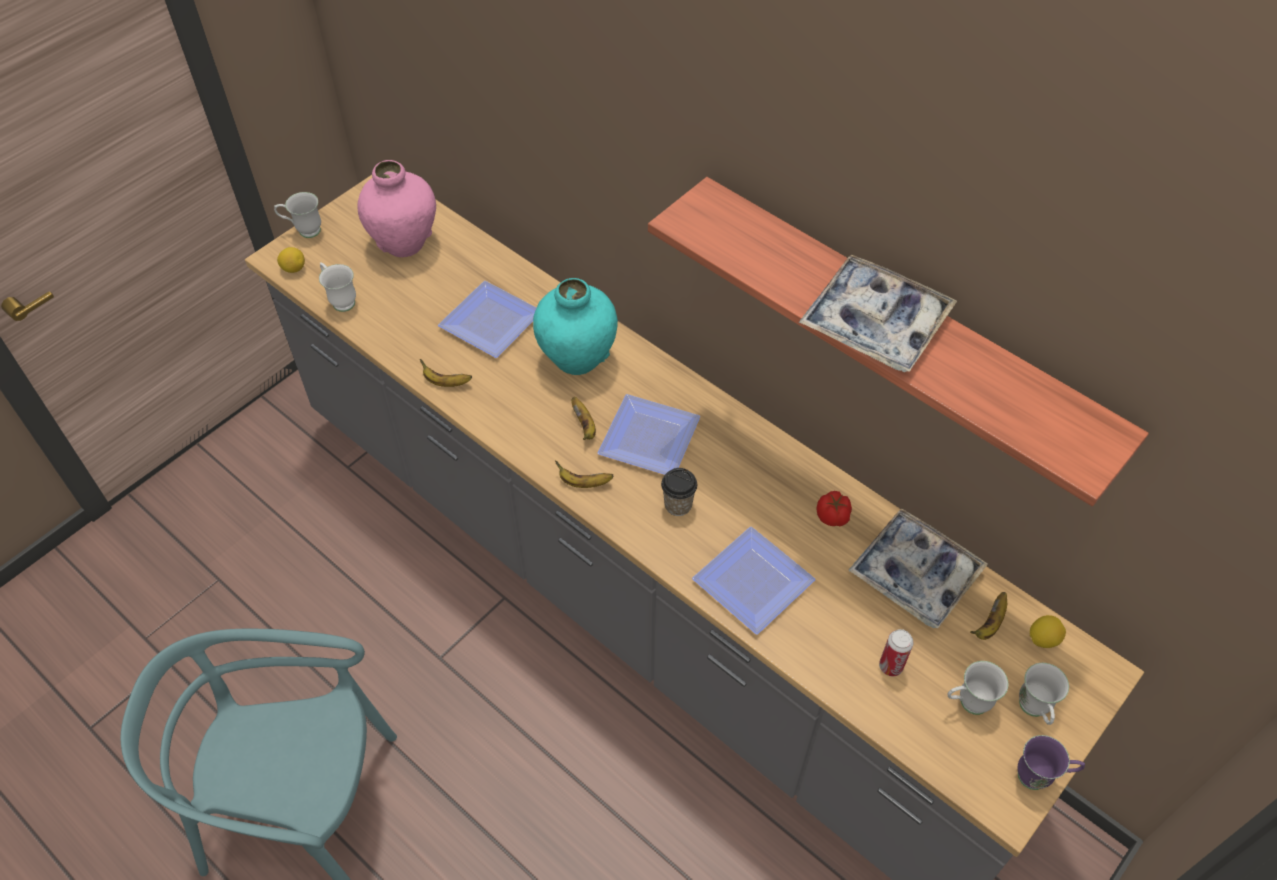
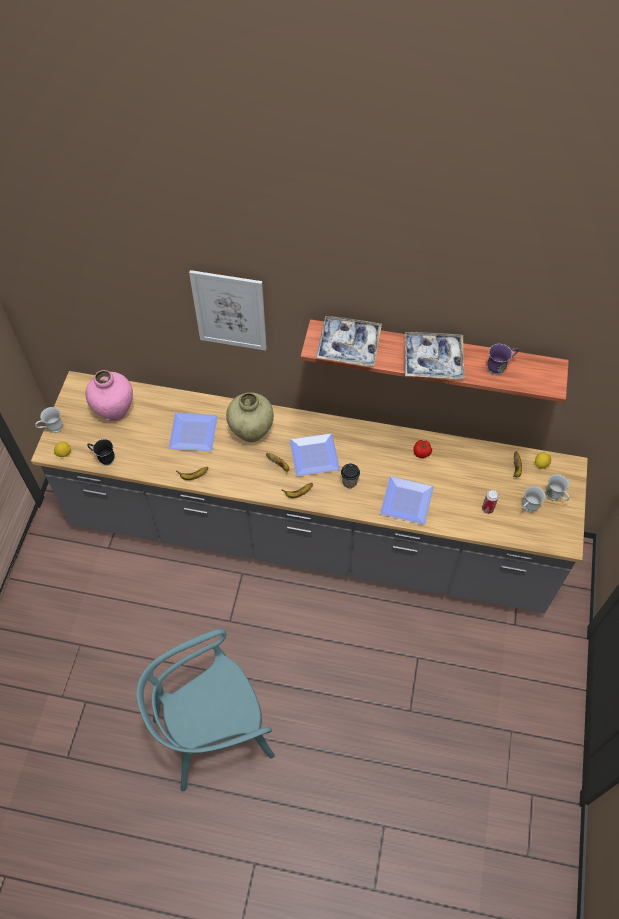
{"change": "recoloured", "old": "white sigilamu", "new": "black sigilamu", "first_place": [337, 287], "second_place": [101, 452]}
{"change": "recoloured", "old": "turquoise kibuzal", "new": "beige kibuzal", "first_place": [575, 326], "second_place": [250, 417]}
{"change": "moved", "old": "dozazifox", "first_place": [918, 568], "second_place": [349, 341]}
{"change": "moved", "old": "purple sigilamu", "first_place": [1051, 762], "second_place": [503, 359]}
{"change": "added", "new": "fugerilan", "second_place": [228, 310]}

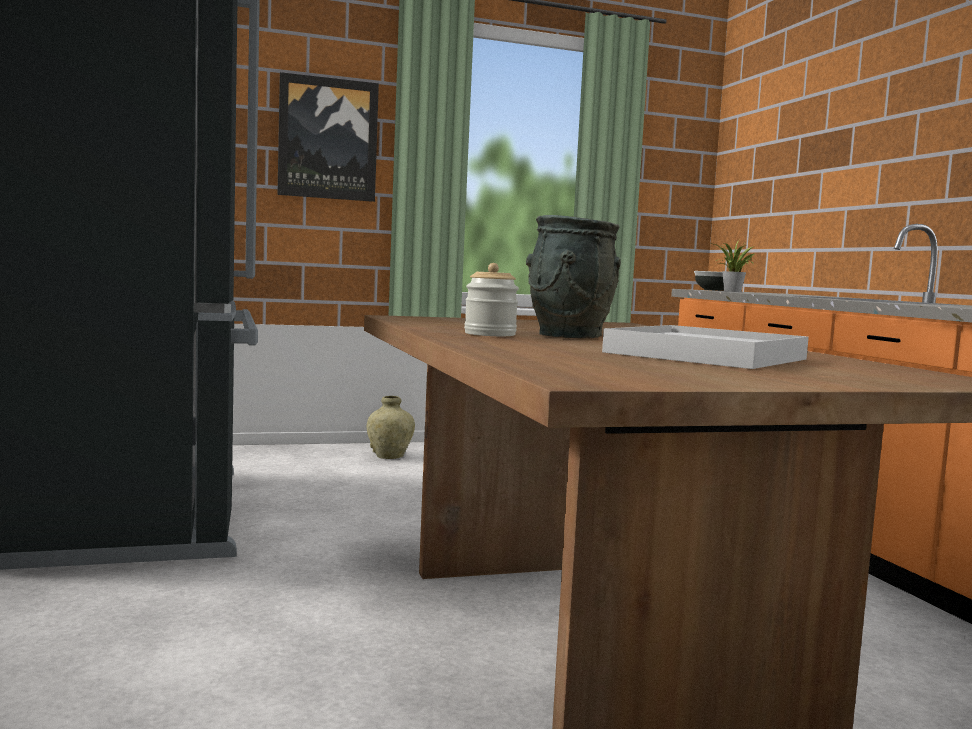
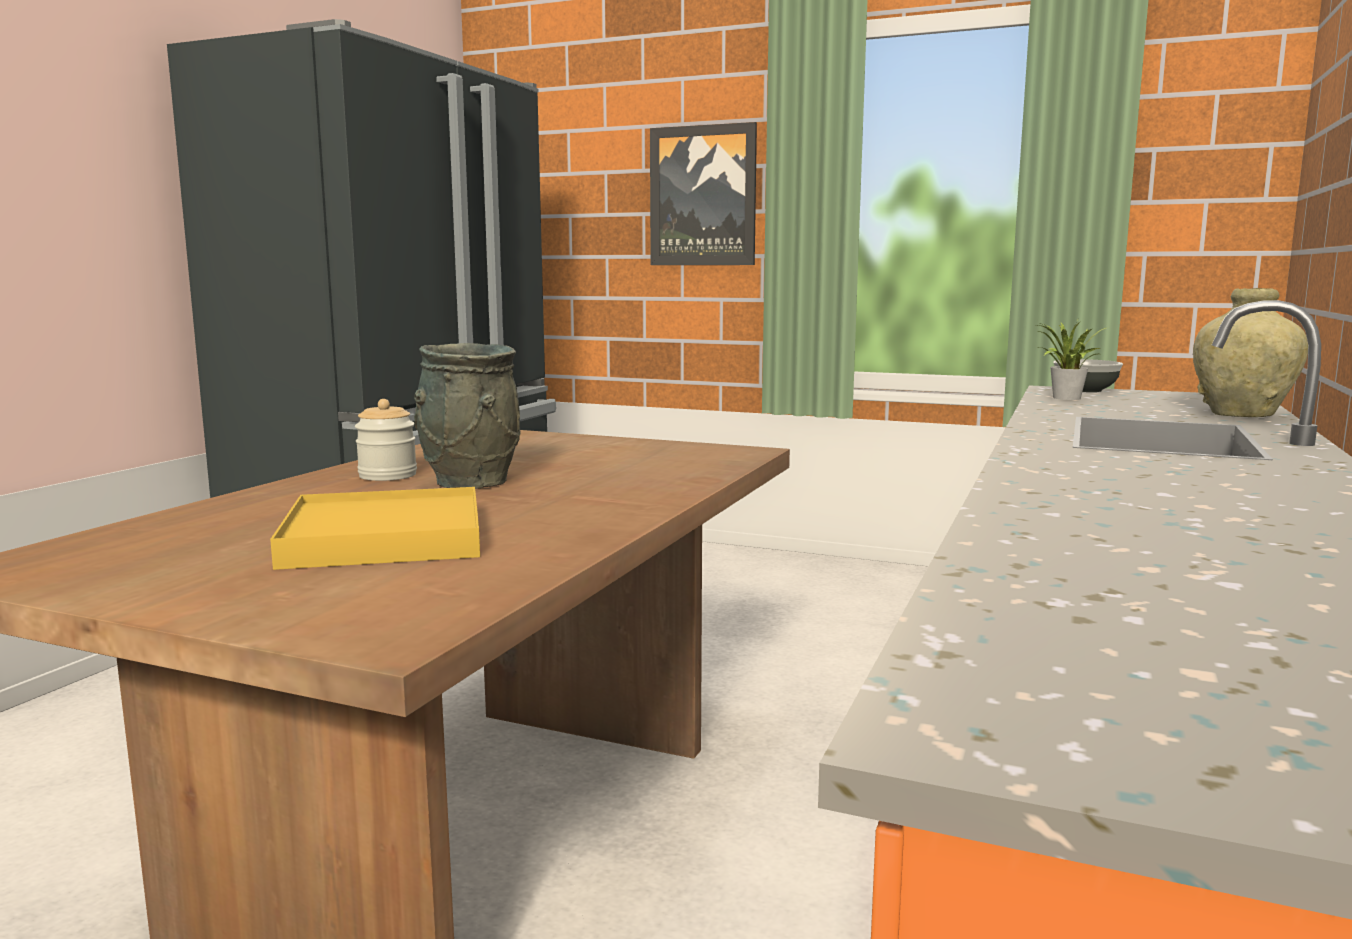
{"change": "moved", "old": "beige kibuzal", "first_place": [391, 427], "second_place": [1250, 352]}
{"change": "recoloured", "old": "white dozazifox", "new": "yellow dozazifox", "first_place": [705, 347], "second_place": [375, 528]}

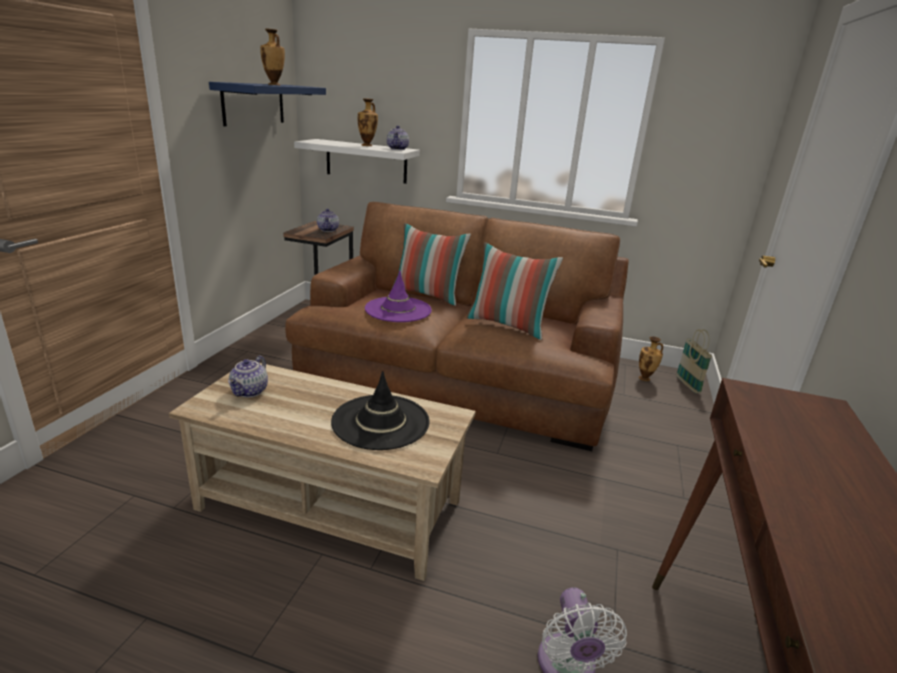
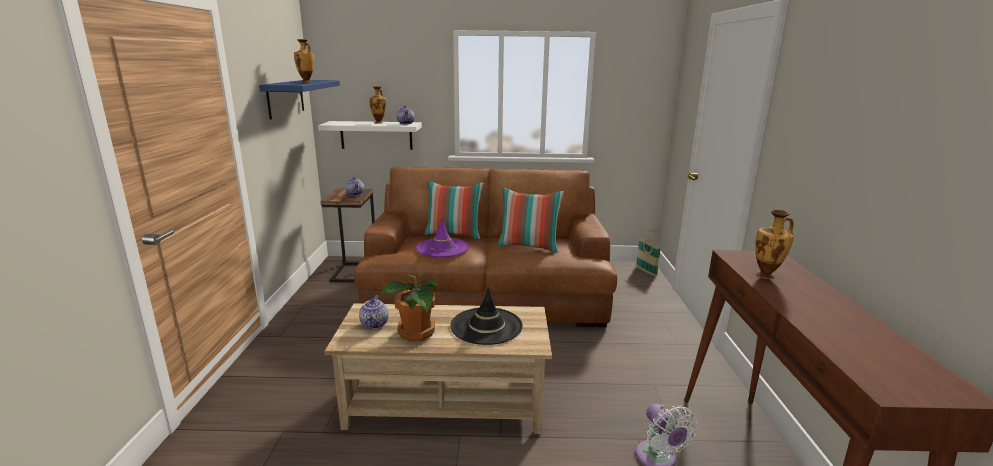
{"change": "moved", "old": "kibuzal", "first_place": [651, 358], "second_place": [774, 244]}
{"change": "added", "new": "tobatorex", "second_place": [410, 307]}

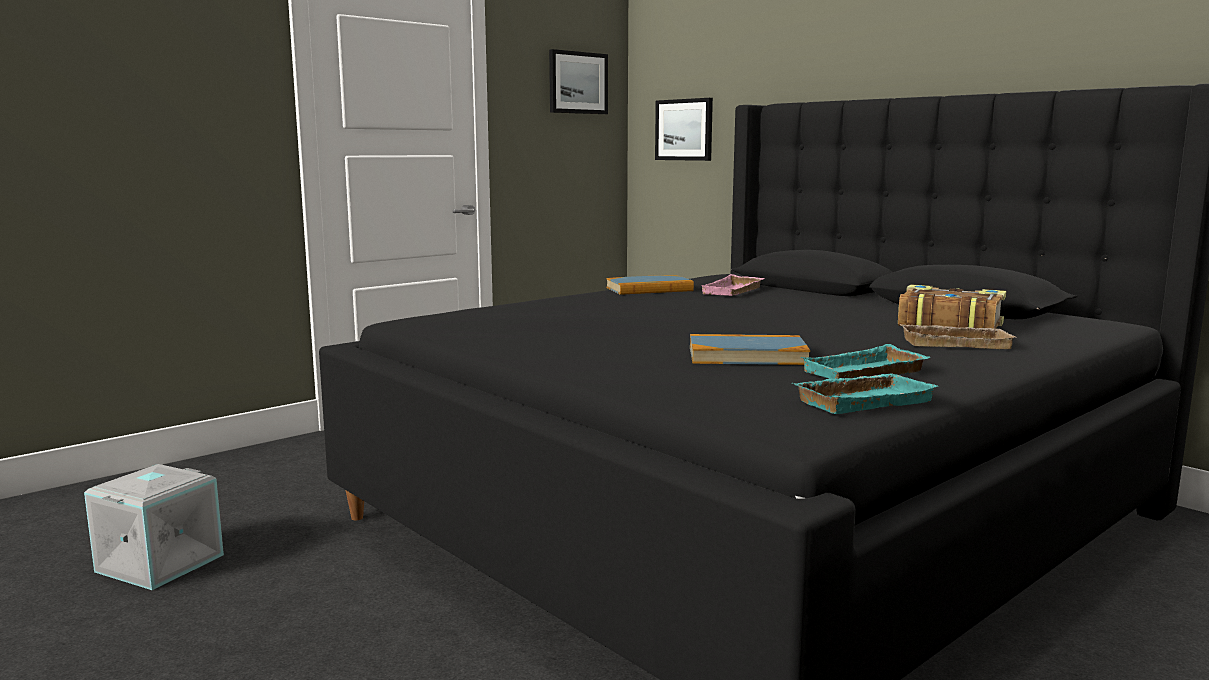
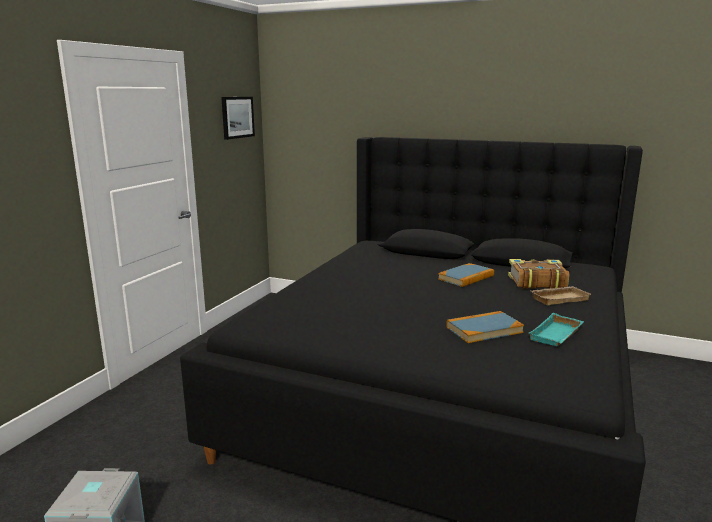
{"change": "moved", "old": "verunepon", "first_place": [650, 285], "second_place": [466, 275]}
{"change": "removed", "old": "fugerilan", "first_place": [684, 129]}
{"change": "removed", "old": "pink dozazifox", "first_place": [733, 285]}
{"change": "removed", "old": "turquoise dozazifox", "first_place": [865, 394]}

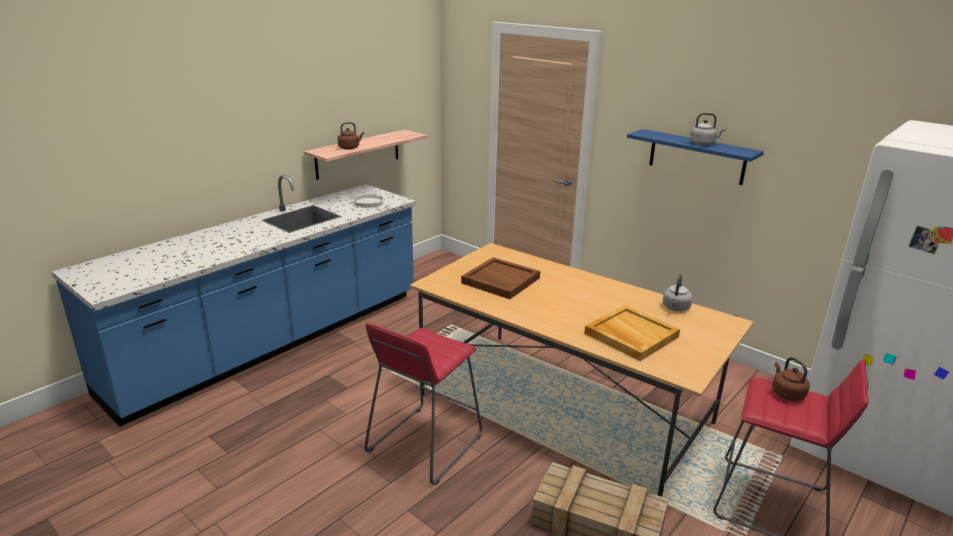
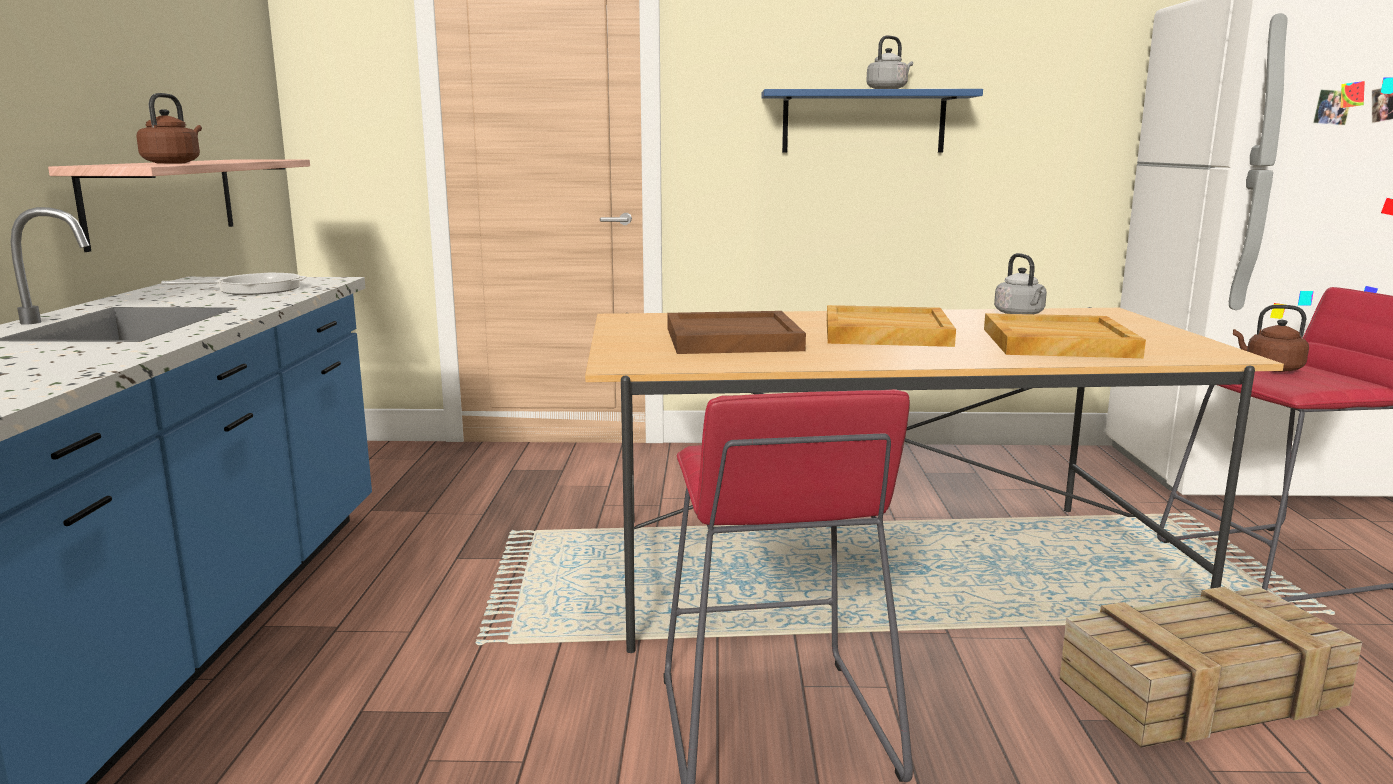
{"change": "added", "new": "beige dozazifox", "second_place": [891, 326]}

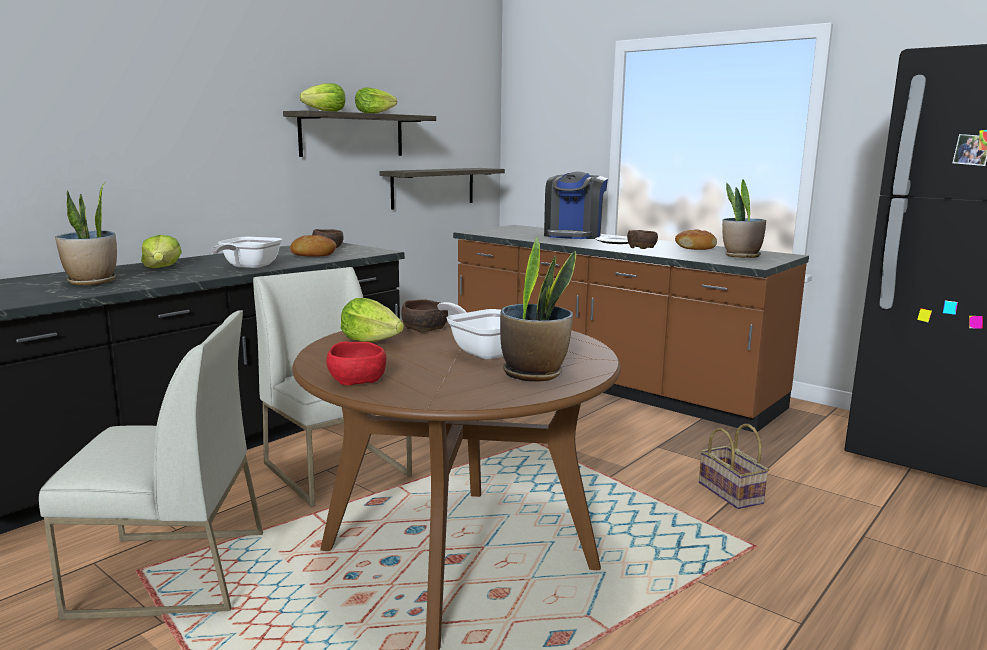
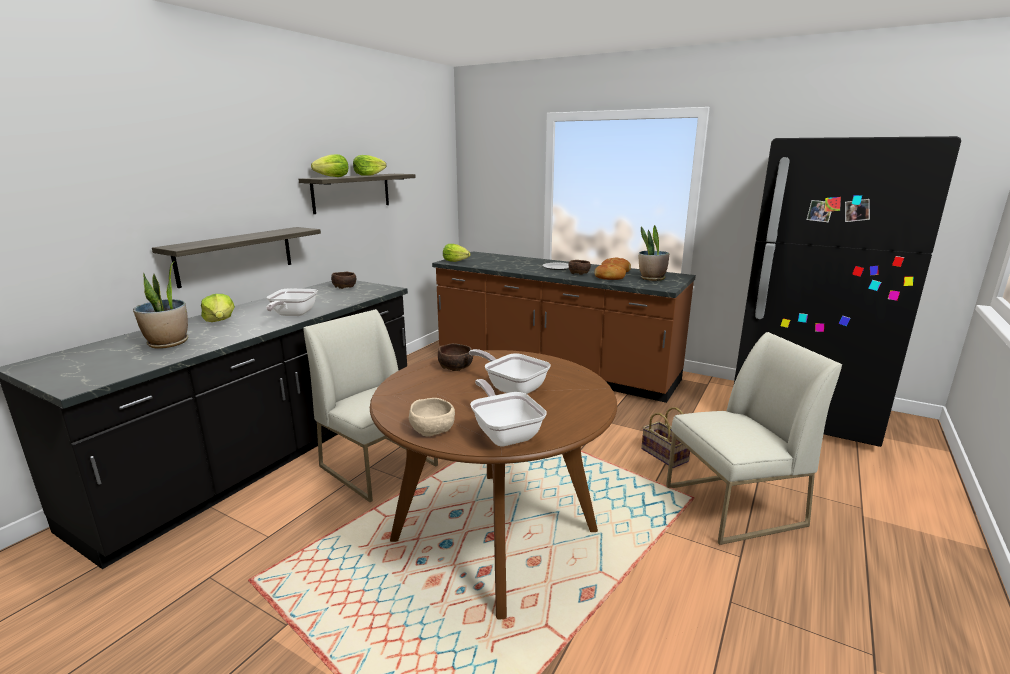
{"change": "moved", "old": "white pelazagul", "first_place": [151, 465], "second_place": [754, 438]}
{"change": "moved", "old": "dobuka", "first_place": [313, 246], "second_place": [610, 272]}
{"change": "recoloured", "old": "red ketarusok", "new": "beige ketarusok", "first_place": [356, 363], "second_place": [432, 417]}
{"change": "moved", "old": "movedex", "first_place": [372, 320], "second_place": [457, 253]}
{"change": "moved", "old": "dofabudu", "first_place": [442, 189], "second_place": [236, 257]}
{"change": "removed", "old": "tobatorex", "first_place": [538, 309]}
{"change": "removed", "old": "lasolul", "first_place": [576, 205]}
{"change": "added", "new": "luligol", "second_place": [508, 412]}

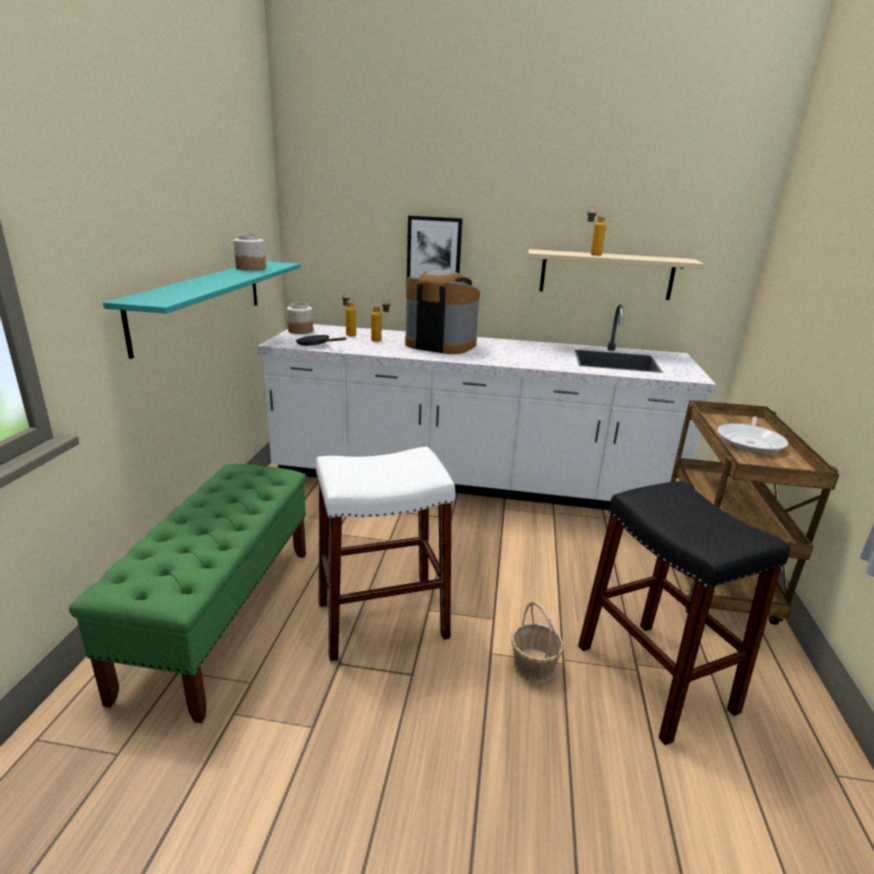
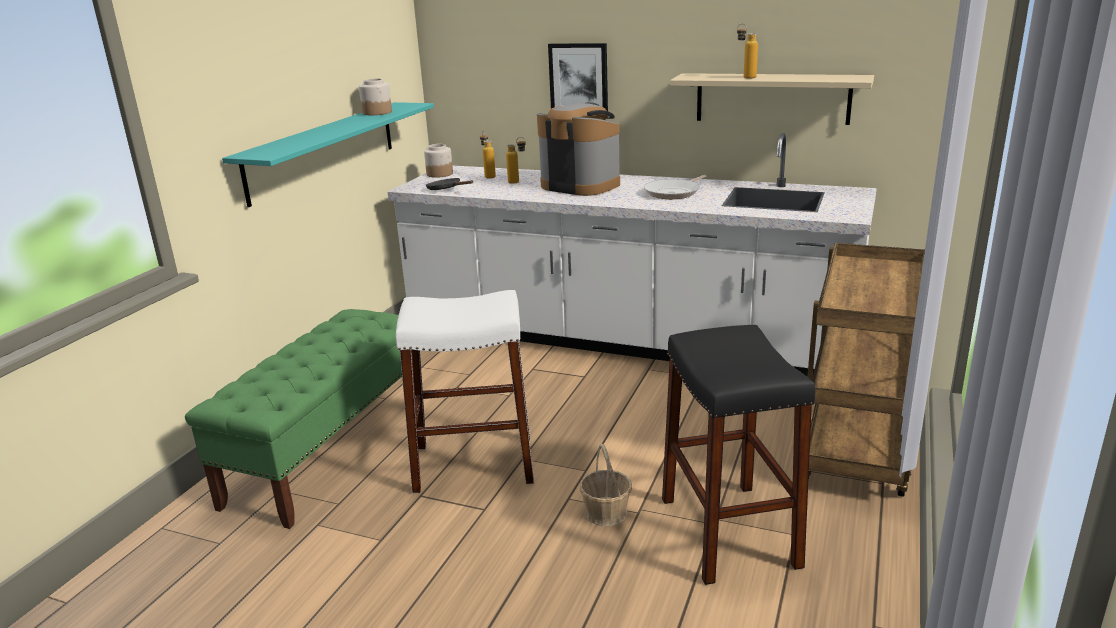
{"change": "moved", "old": "luligol", "first_place": [753, 435], "second_place": [675, 187]}

